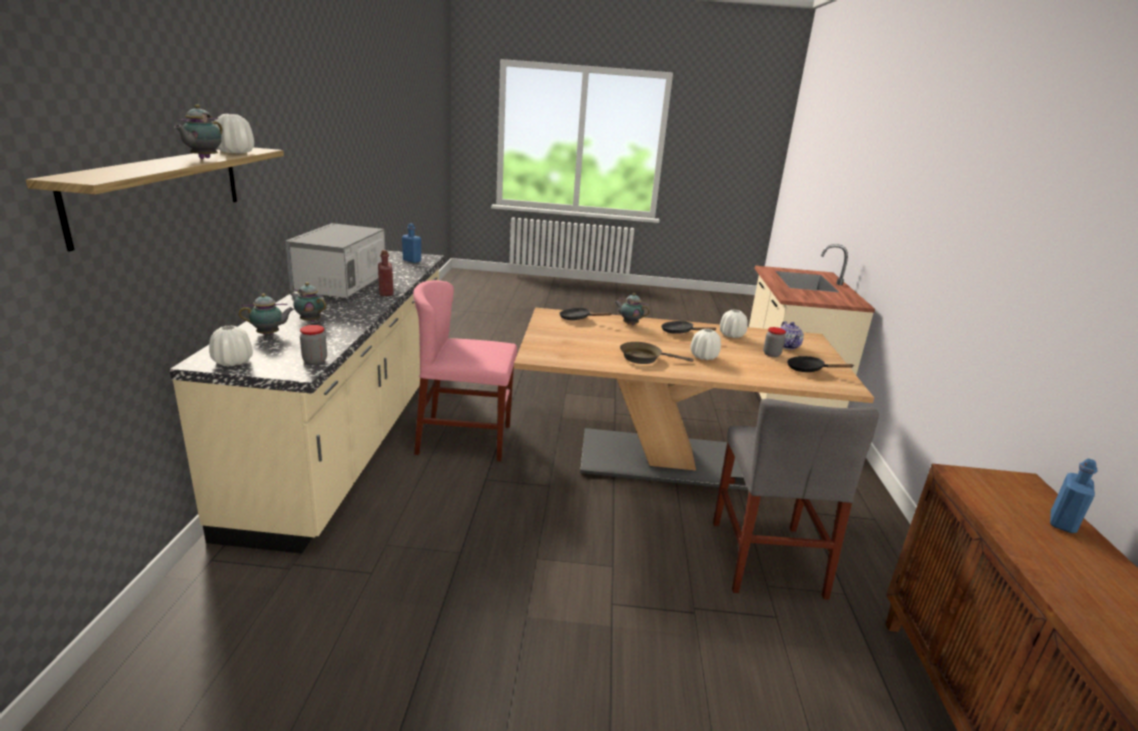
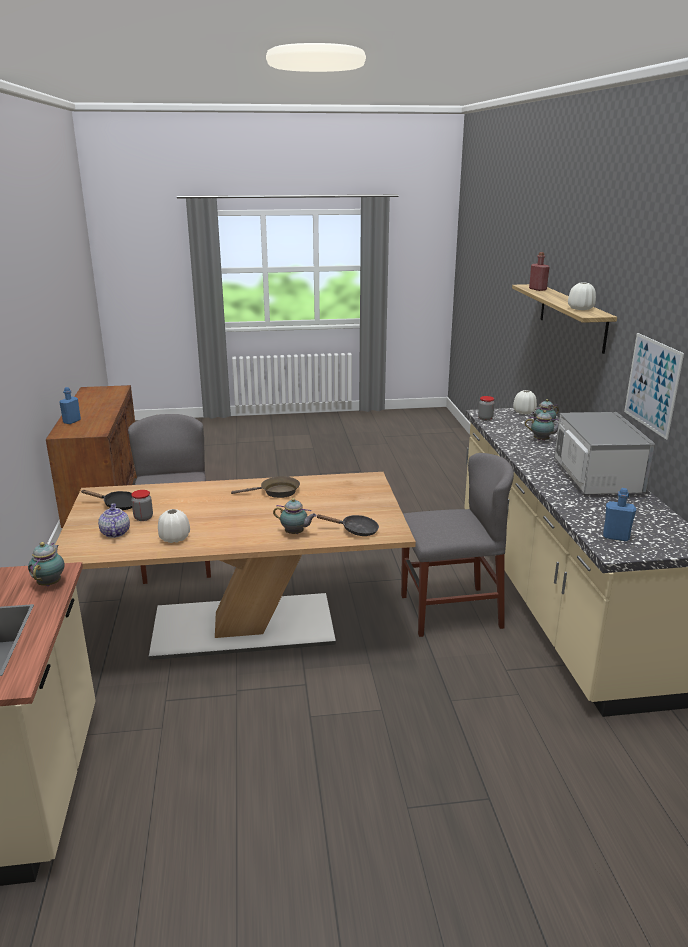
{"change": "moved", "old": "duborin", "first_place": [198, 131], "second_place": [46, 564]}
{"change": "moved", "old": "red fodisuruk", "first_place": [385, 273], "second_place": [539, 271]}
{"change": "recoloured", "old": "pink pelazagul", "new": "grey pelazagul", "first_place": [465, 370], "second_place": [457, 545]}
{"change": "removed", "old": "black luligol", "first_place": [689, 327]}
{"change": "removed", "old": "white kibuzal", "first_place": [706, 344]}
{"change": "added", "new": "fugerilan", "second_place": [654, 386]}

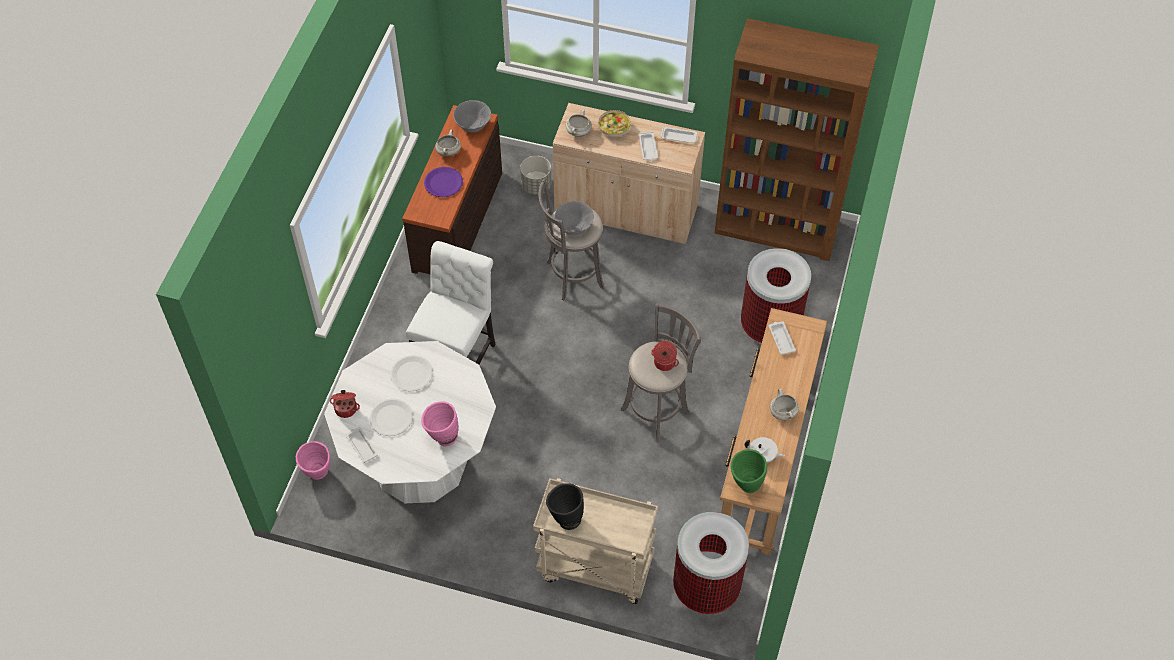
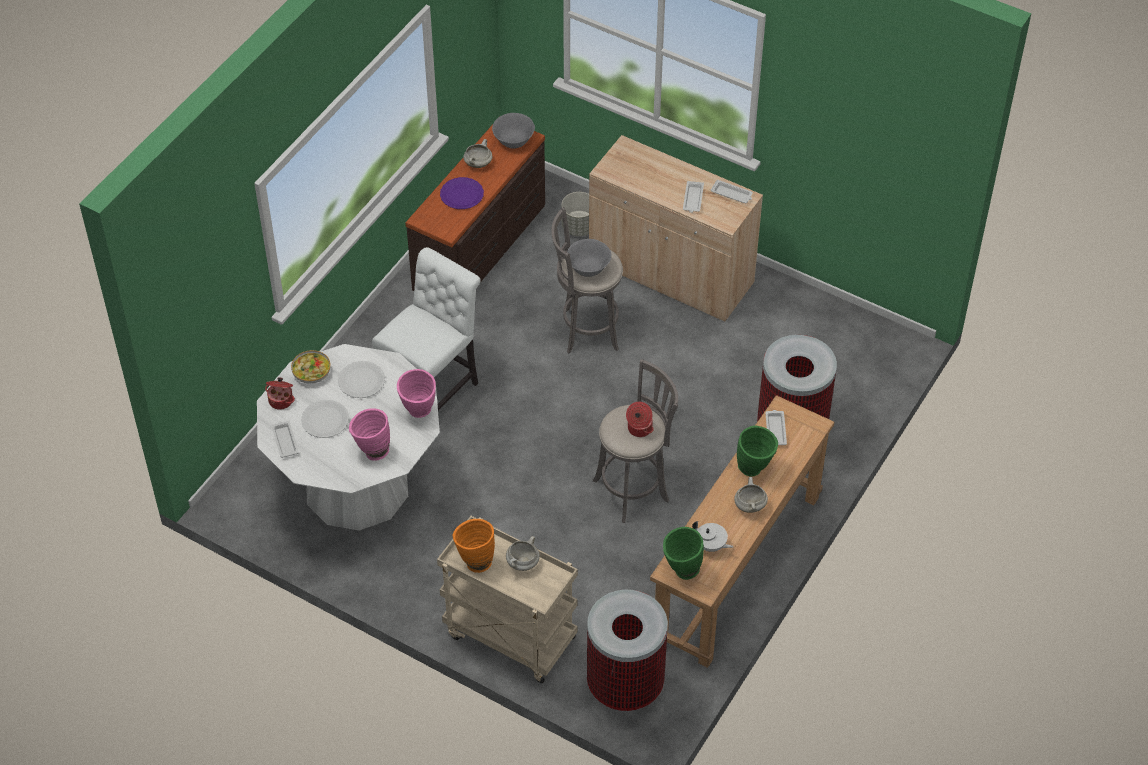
{"change": "moved", "old": "pink kibuzal", "first_place": [313, 460], "second_place": [416, 393]}
{"change": "recoloured", "old": "black kibuzal", "new": "orange kibuzal", "first_place": [565, 506], "second_place": [474, 546]}
{"change": "moved", "old": "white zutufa", "first_place": [579, 123], "second_place": [523, 553]}
{"change": "moved", "old": "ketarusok", "first_place": [614, 123], "second_place": [311, 367]}
{"change": "removed", "old": "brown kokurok", "first_place": [796, 139]}
{"change": "added", "new": "green kibuzal", "second_place": [757, 451]}

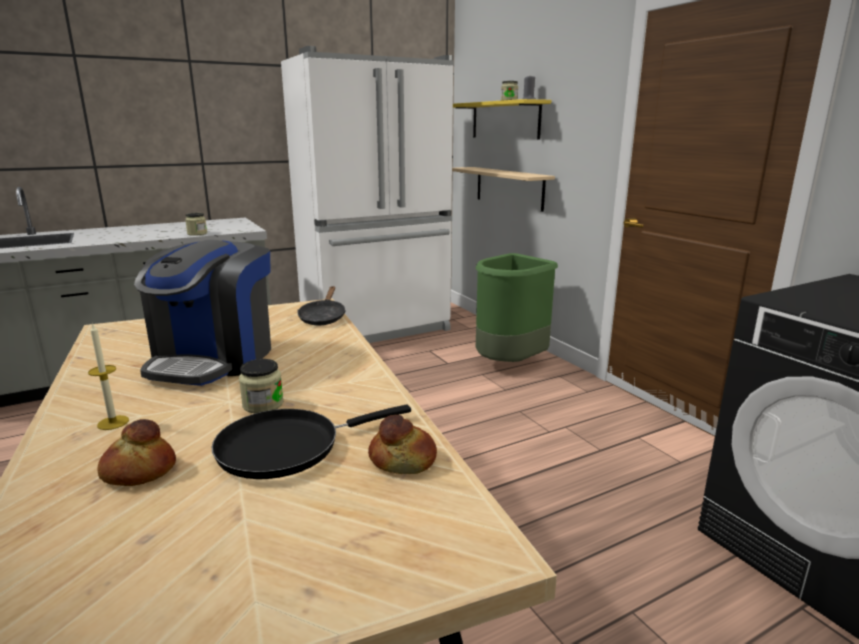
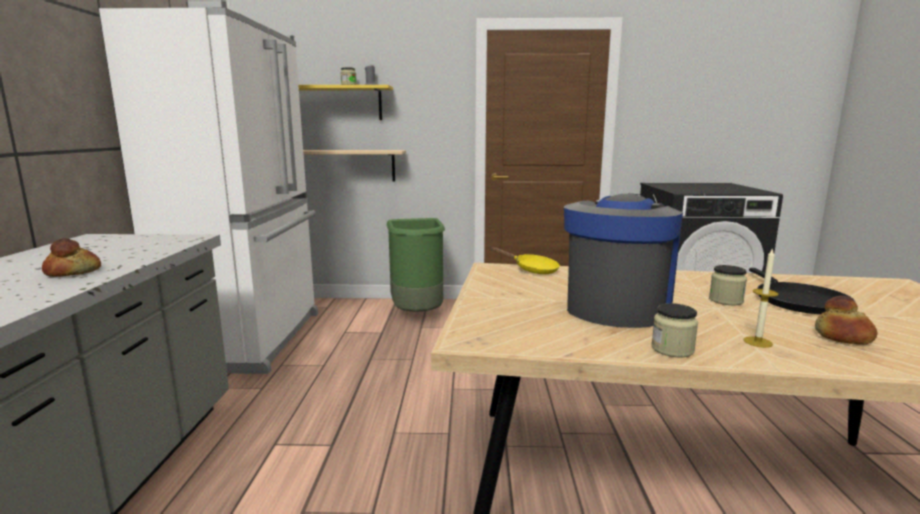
{"change": "turned", "old": "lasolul", "first_place": [202, 313], "second_place": [623, 261], "degrees": -105}
{"change": "moved", "old": "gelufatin", "first_place": [196, 224], "second_place": [675, 330]}
{"change": "recoloured", "old": "black luligol", "new": "yellow luligol", "first_place": [321, 305], "second_place": [525, 260]}
{"change": "moved", "old": "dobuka", "first_place": [402, 444], "second_place": [71, 257]}

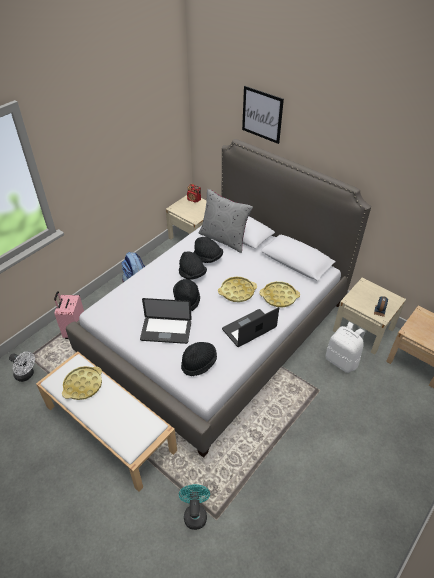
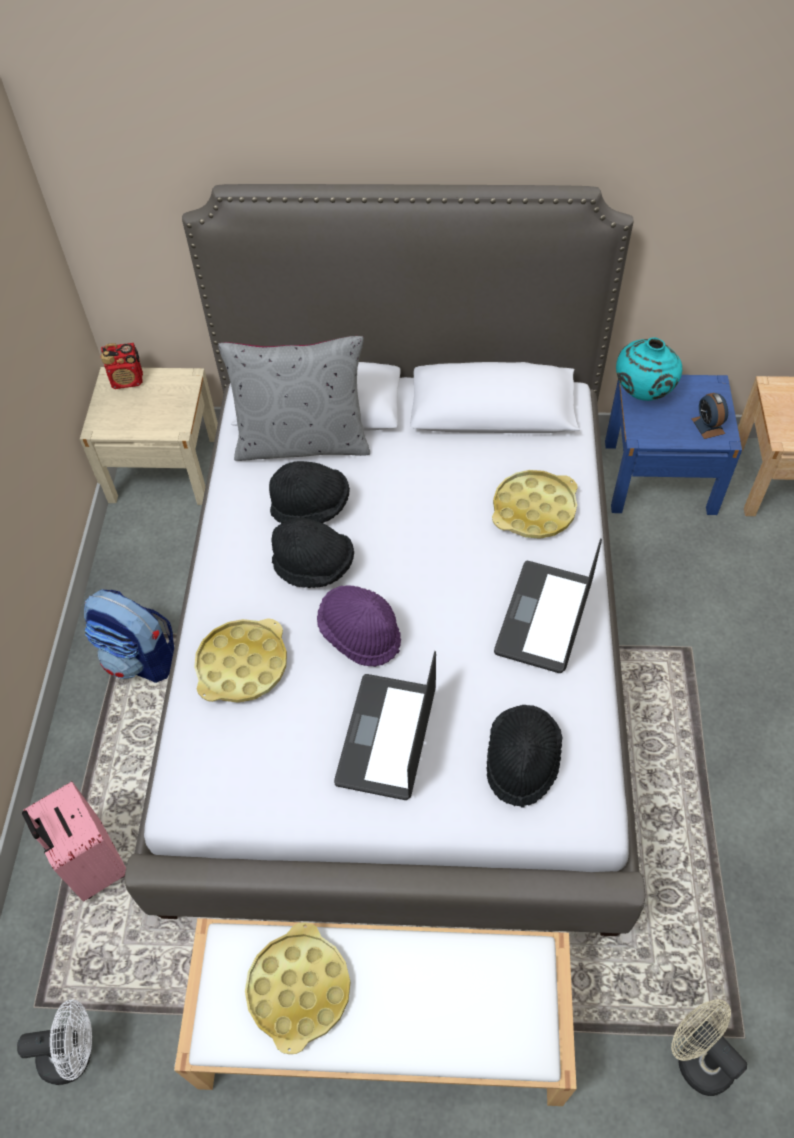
{"change": "turned", "old": "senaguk", "first_place": [166, 321], "second_place": [385, 725], "degrees": 135}
{"change": "recoloured", "old": "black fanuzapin", "new": "purple fanuzapin", "first_place": [186, 295], "second_place": [359, 626]}
{"change": "recoloured", "old": "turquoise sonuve", "new": "beige sonuve", "first_place": [194, 507], "second_place": [709, 1047]}
{"change": "moved", "old": "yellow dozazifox", "first_place": [237, 289], "second_place": [240, 660]}
{"change": "removed", "old": "fugerilan", "first_place": [263, 115]}
{"change": "removed", "old": "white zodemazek", "first_place": [345, 347]}
{"change": "recoloured", "old": "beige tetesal", "new": "blue tetesal", "first_place": [369, 316], "second_place": [673, 445]}
{"change": "added", "new": "turquoise kibuzal", "second_place": [649, 369]}

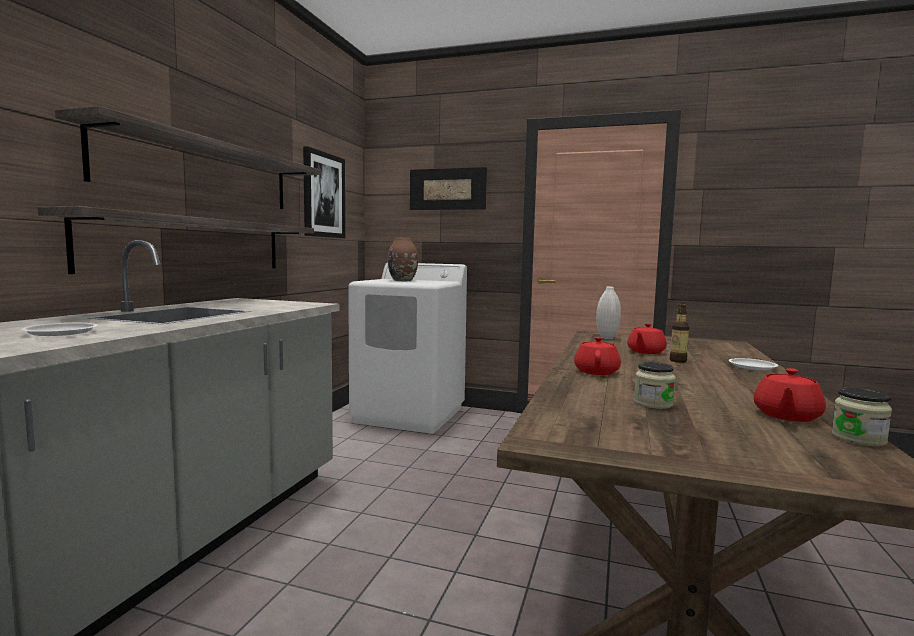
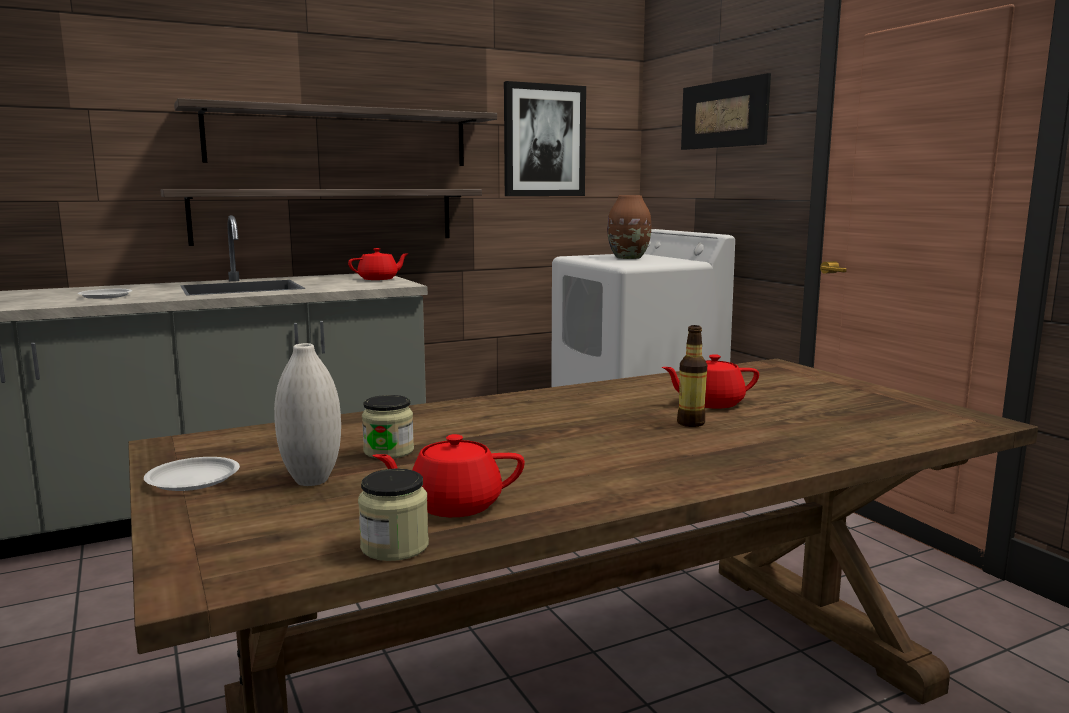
{"change": "moved", "old": "red duborin", "first_place": [597, 356], "second_place": [378, 264]}
{"change": "moved", "old": "white kibuzal", "first_place": [608, 313], "second_place": [307, 414]}
{"change": "moved", "old": "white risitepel", "first_place": [753, 364], "second_place": [192, 474]}

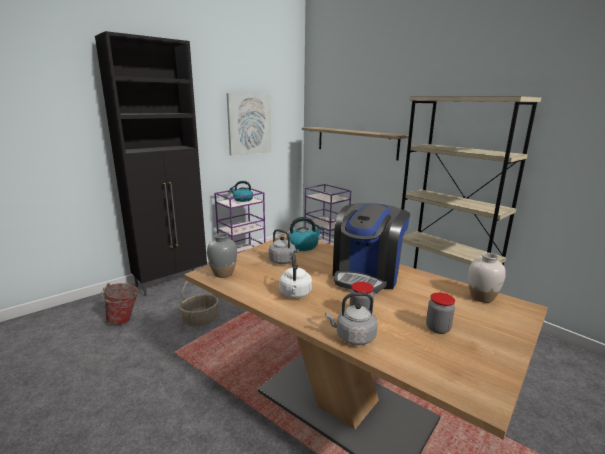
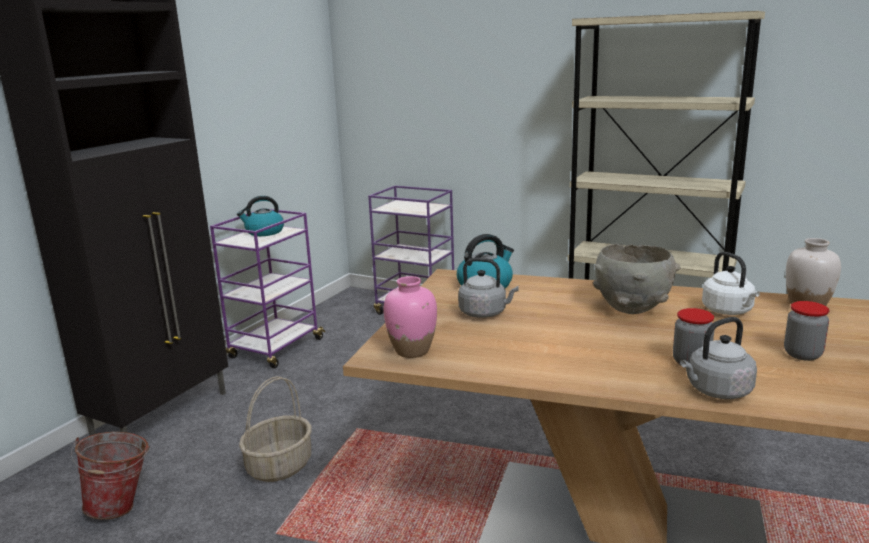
{"change": "recoloured", "old": "grey kibuzal", "new": "pink kibuzal", "first_place": [222, 255], "second_place": [410, 317]}
{"change": "removed", "old": "fugerilan", "first_place": [248, 124]}
{"change": "moved", "old": "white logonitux", "first_place": [295, 276], "second_place": [731, 283]}
{"change": "removed", "old": "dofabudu", "first_place": [355, 143]}
{"change": "replaced", "old": "lasolul", "new": "grey ketarusok", "first_place": [371, 248], "second_place": [637, 279]}

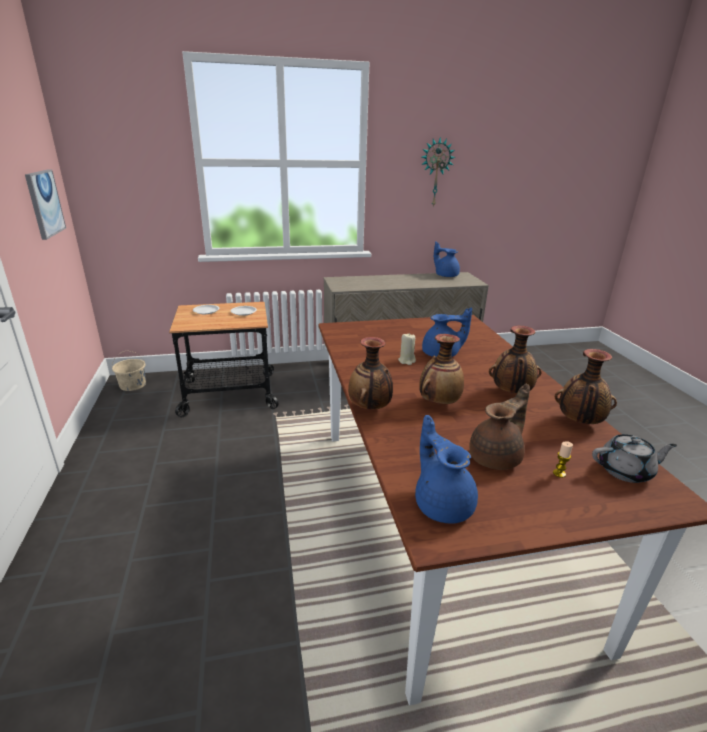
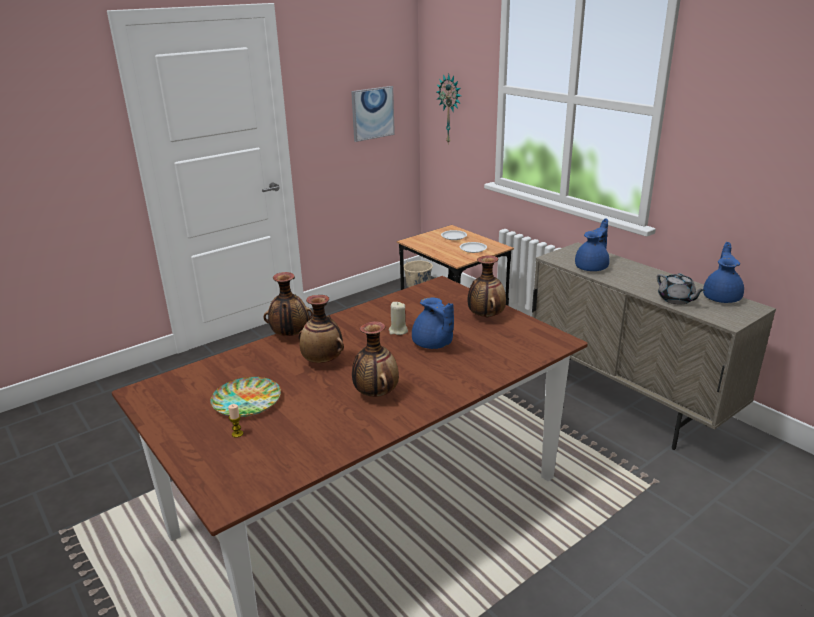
{"change": "moved", "old": "blue duborin", "first_place": [446, 469], "second_place": [592, 244]}
{"change": "moved", "old": "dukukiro", "first_place": [438, 172], "second_place": [449, 108]}
{"change": "replaced", "old": "brown duborin", "new": "risitepel", "first_place": [499, 427], "second_place": [246, 397]}
{"change": "moved", "old": "kibuzal", "first_place": [586, 386], "second_place": [487, 286]}
{"change": "moved", "old": "grey duborin", "first_place": [634, 458], "second_place": [681, 288]}

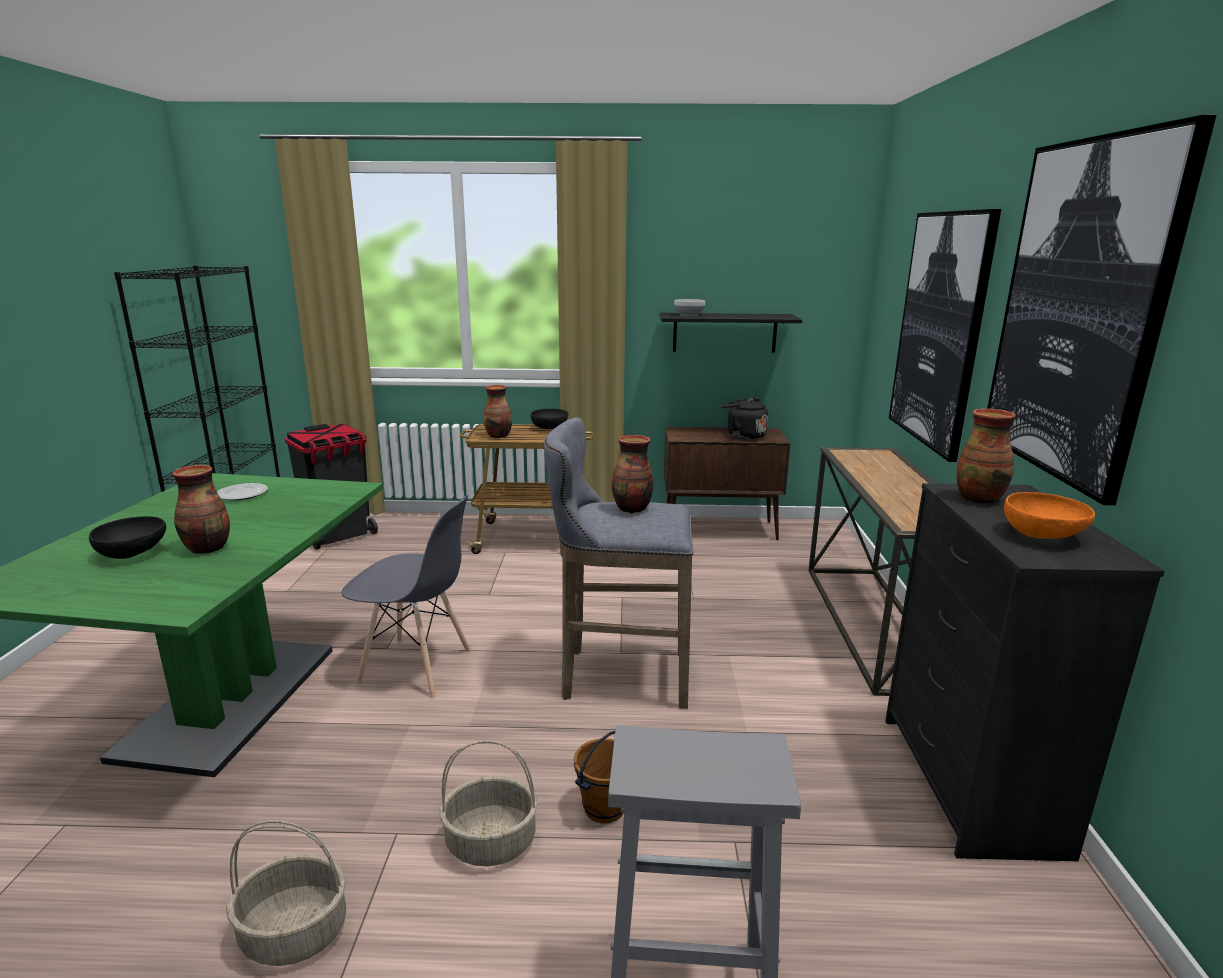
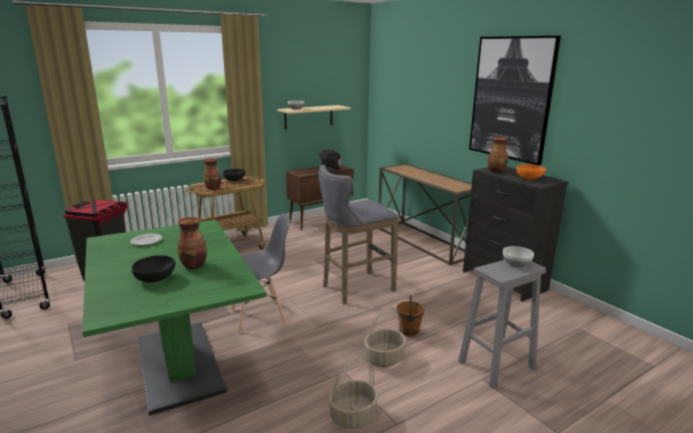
{"change": "removed", "old": "kibuzal", "first_place": [632, 474]}
{"change": "recoloured", "old": "black dofabudu", "new": "beige dofabudu", "first_place": [731, 333], "second_place": [314, 117]}
{"change": "removed", "old": "fugerilan", "first_place": [945, 335]}
{"change": "added", "new": "ketarusok", "second_place": [518, 257]}

